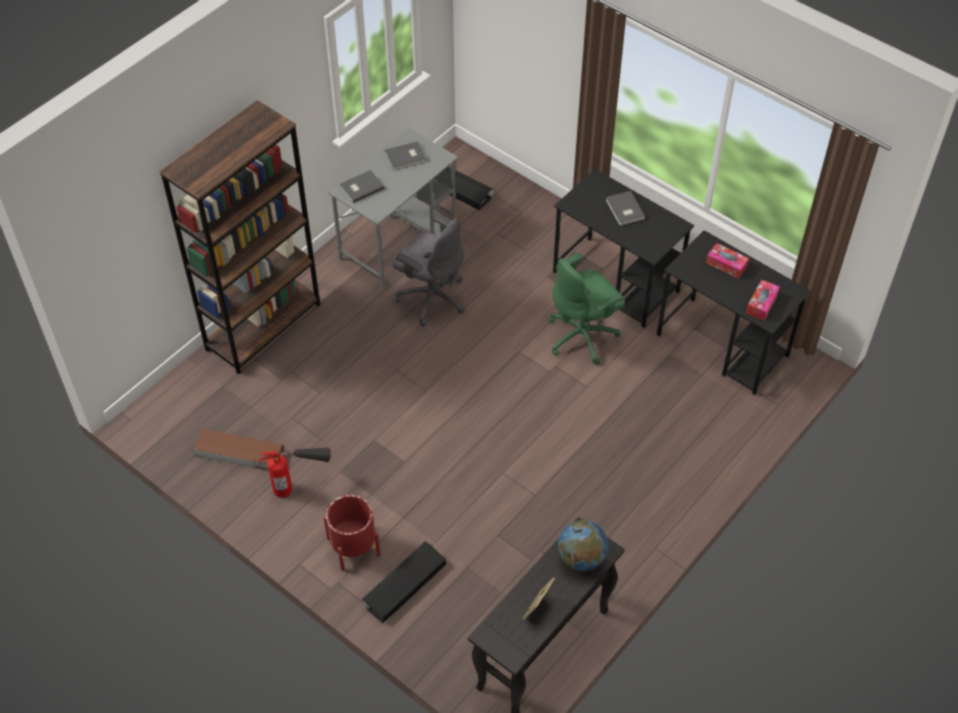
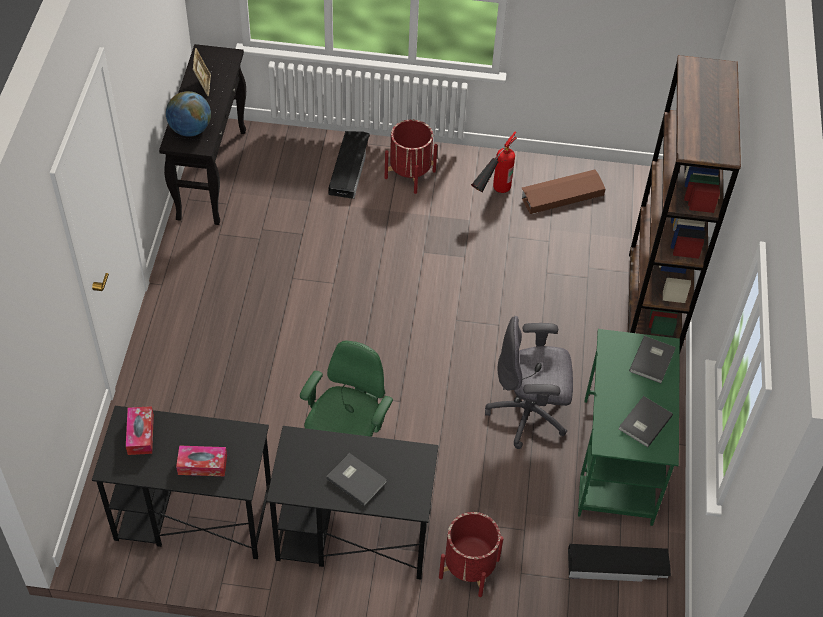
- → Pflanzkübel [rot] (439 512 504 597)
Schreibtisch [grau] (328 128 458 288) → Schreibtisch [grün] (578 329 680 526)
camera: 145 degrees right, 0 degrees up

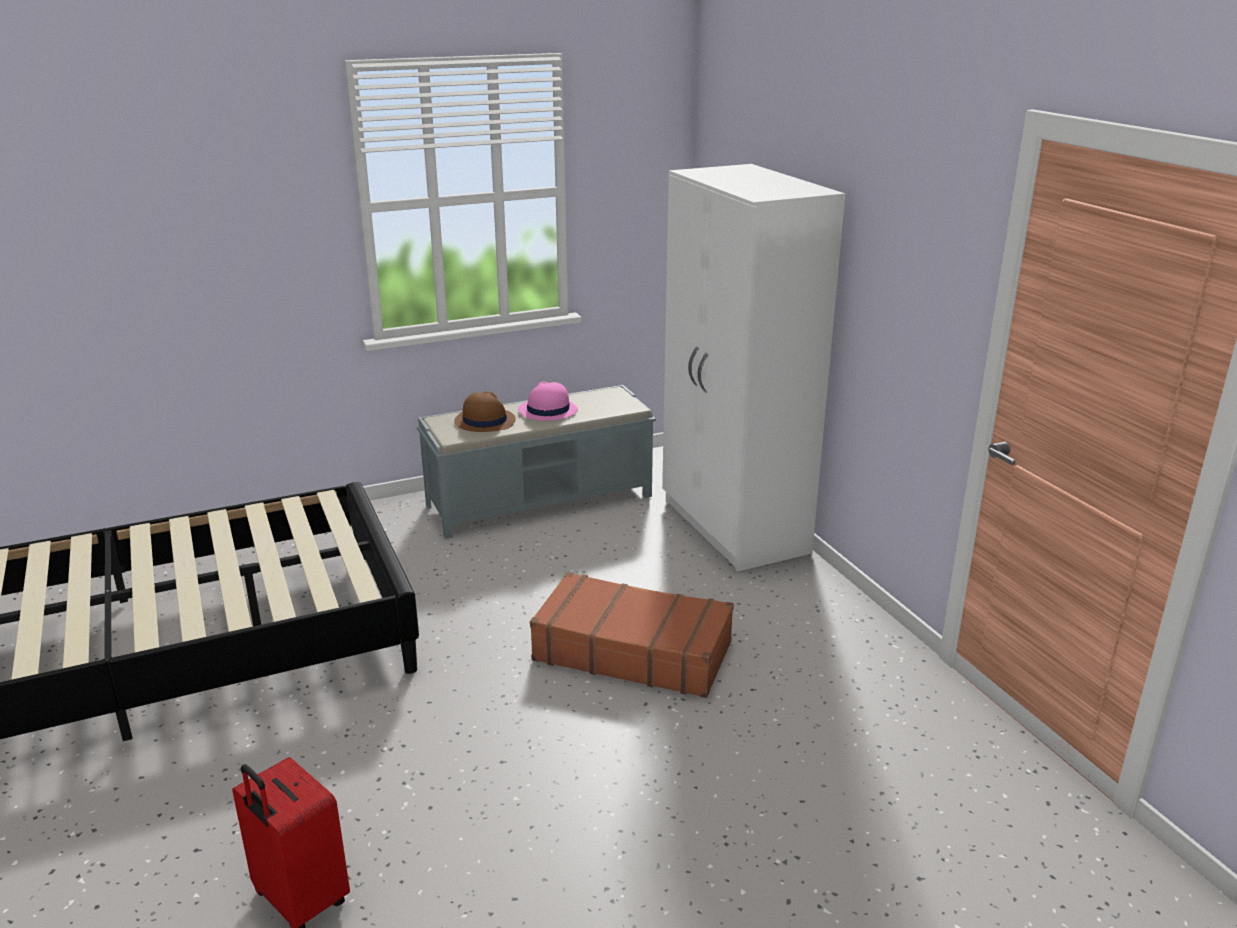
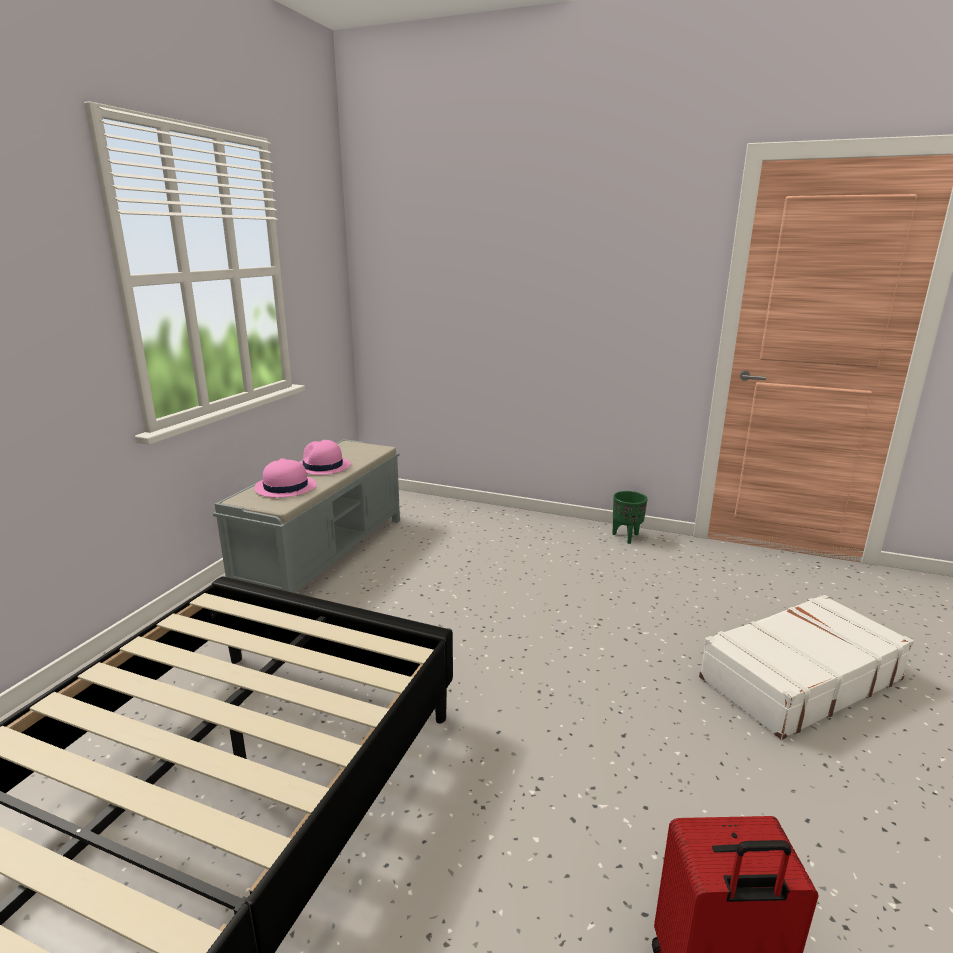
Koffer [braun] (530 572 734 698) → -
Kleiderschrank [weiß] (662 164 845 572) → -
- → Pflanzkübel [grün] (612 491 647 544)
- → Koffer [weiß] (699 594 914 740)
Hut [braun] (454 391 516 432) → Hut [rosa] (254 458 317 498)
camera: 45 degrees left, 5 degrees down

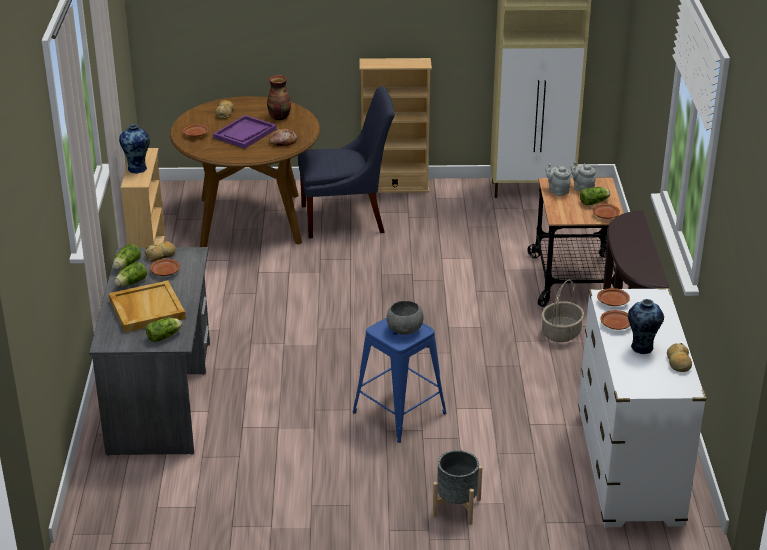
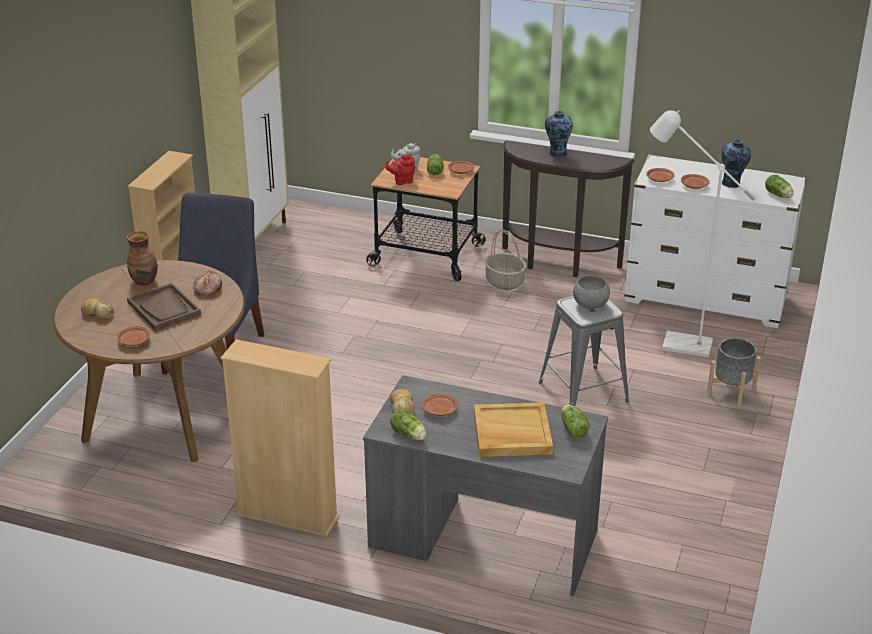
Brot (667 343 692 372) → -
- → Stehlampe [weiß] (650 110 755 358)
Salatkopf (114 262 147 287) → Salatkopf (765 175 794 198), moved
Vase (119 124 150 174) → Vase (545 111 573 158), moved
Tablett [lila] (213 115 276 149) → Tablett [braun] (127 283 201 331)
Hocker [blau] (353 318 447 443) → Hocker [grau] (539 296 629 406)
Teekanne [grau] (545 163 571 196) → Teekanne [rot] (385 154 415 185)
camera: 70 degrees left, 0 degrees up

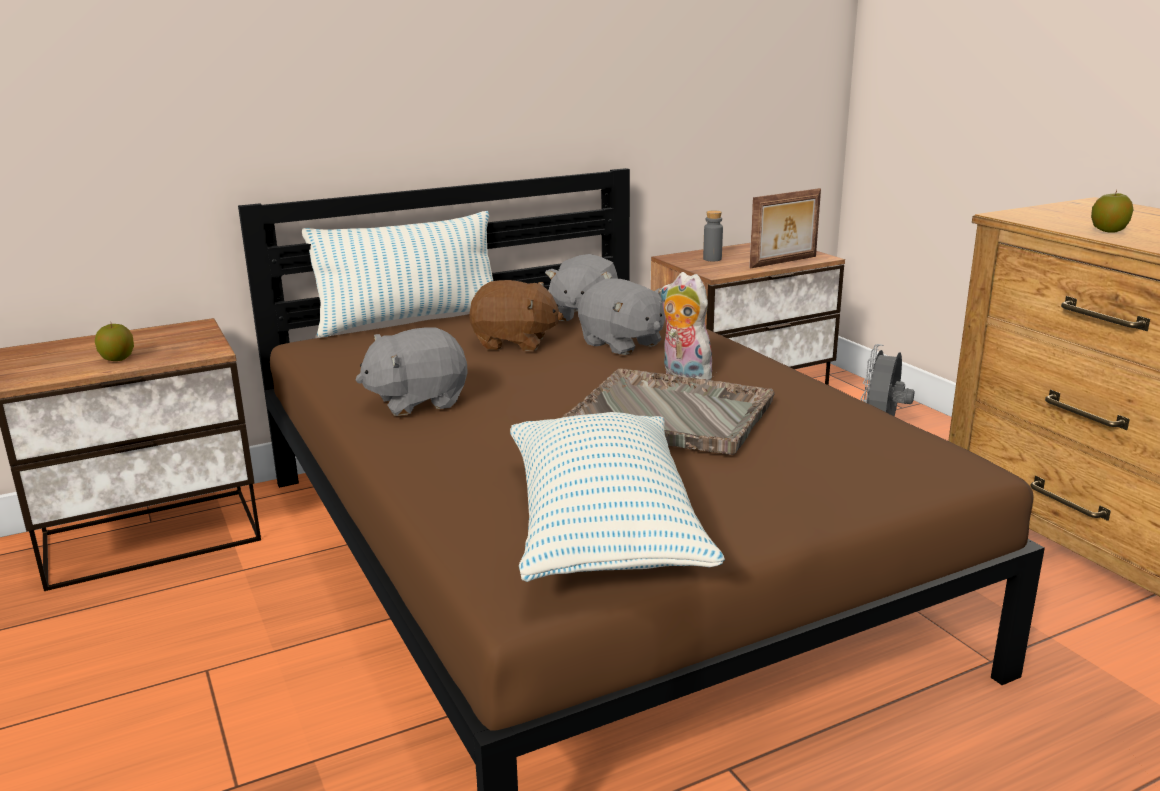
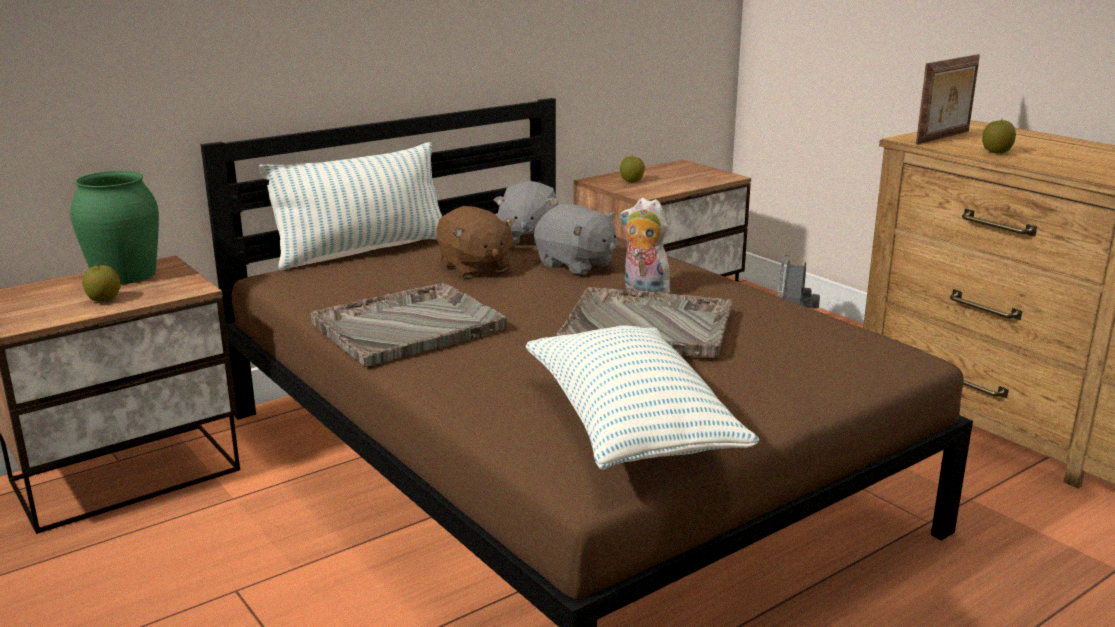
- → Vase [grün] (70 171 159 285)
Bilderrahmen (750 188 821 268) → Bilderrahmen (916 54 980 144), moved
Plüschtier [grau] (355 328 468 416) → Tablett [grau] (310 282 507 367)
Flasche [grau] (703 210 723 261) → Apfel (620 155 645 182)
Plüschtier [braun] (469 280 564 351) → Plüschtier [braun] (436 206 515 278), 60 degrees clockwise
camera: 10 degrees left, 0 degrees up

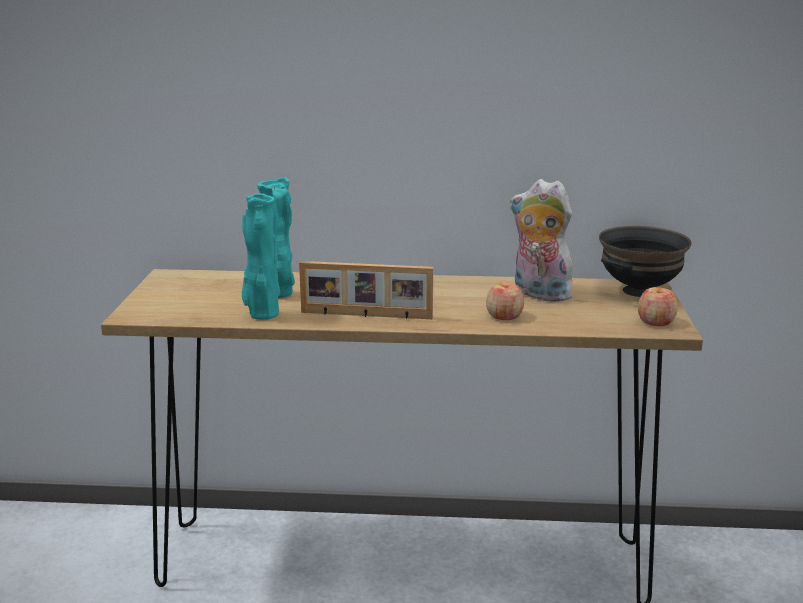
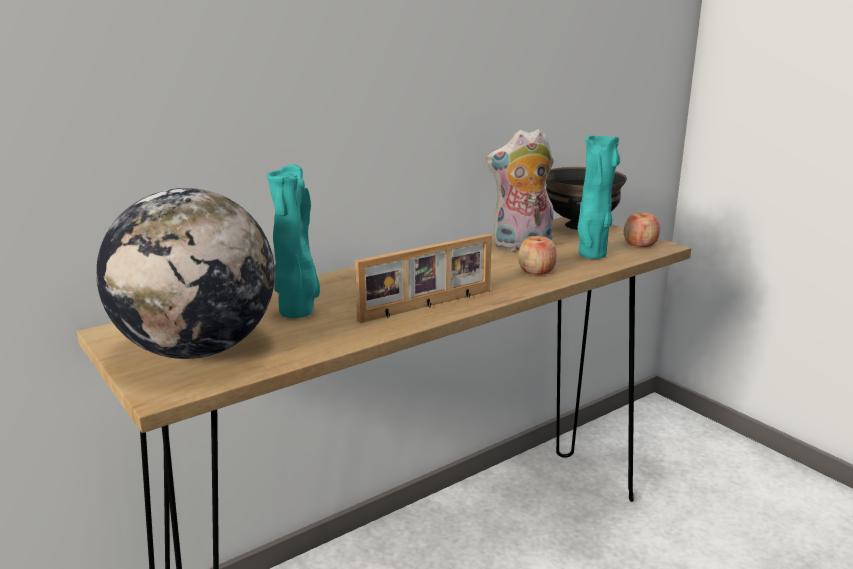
- → Globus (96 188 275 359)
Vase [türkis] (242 193 281 320) → Vase [türkis] (578 135 620 259), moved
camera: 40 degrees left, 0 degrees up

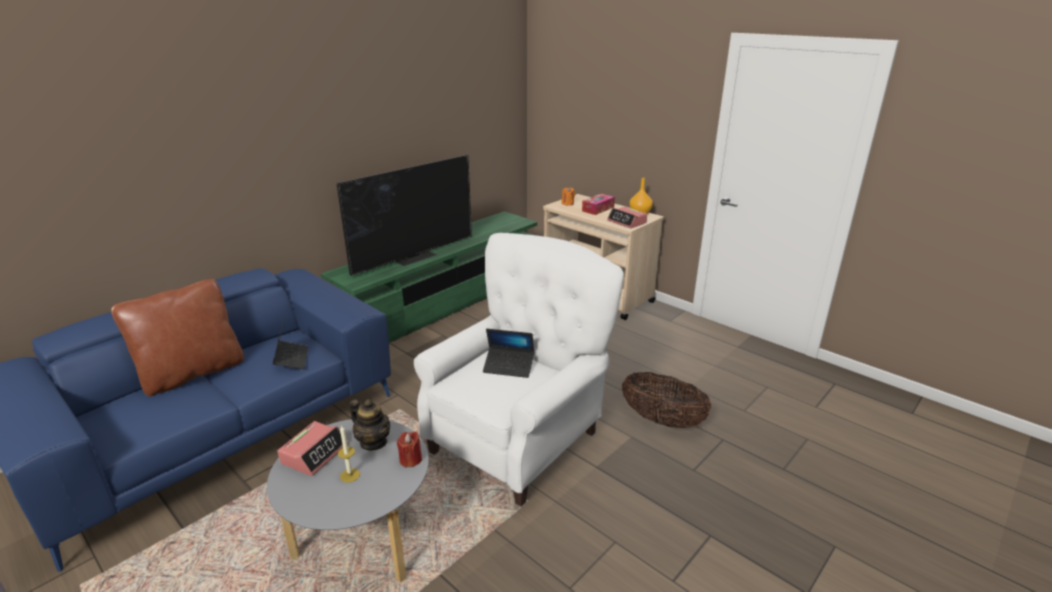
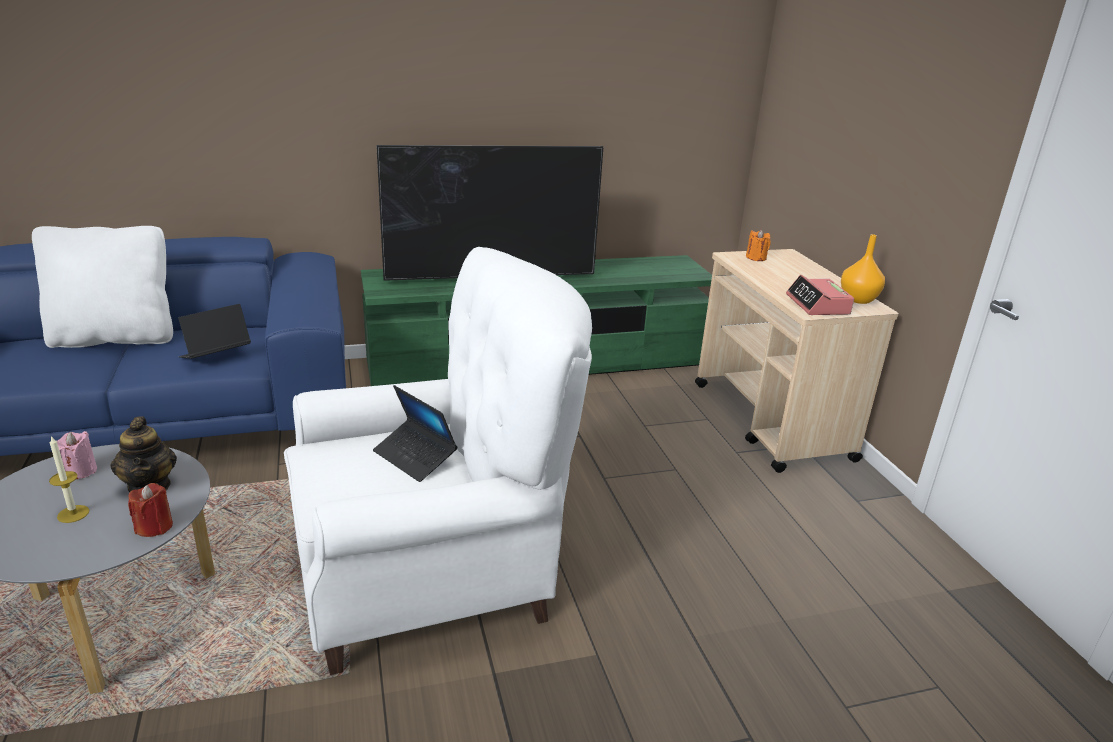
Taschentuchbox (582 194 615 215) → -
Korb (622 372 712 428) → -
Wecker (277 421 348 476) → Kerze [rosa] (57 431 97 479)
Kissen [braun] (111 279 244 397) → Kissen [weiß] (32 226 173 348)
Laptop (272 317 308 369) → Laptop (178 304 251 359), 150 degrees counterclockwise
camera: 30 degrees right, 0 degrees up

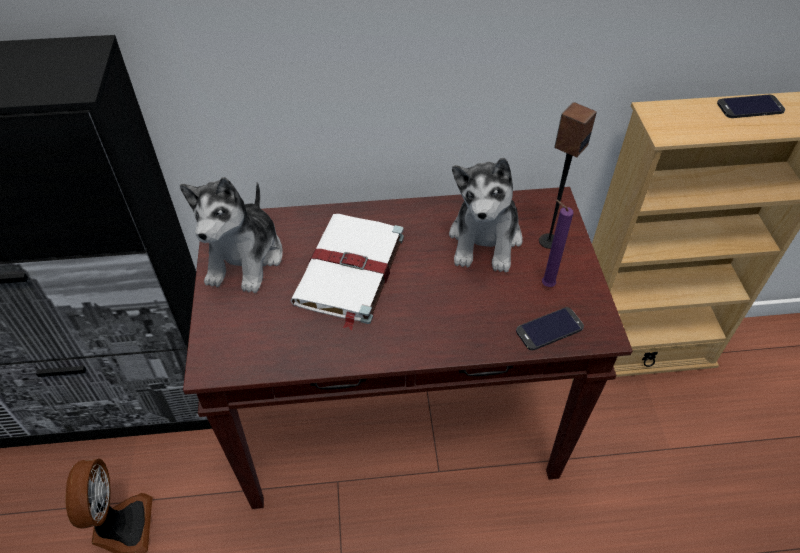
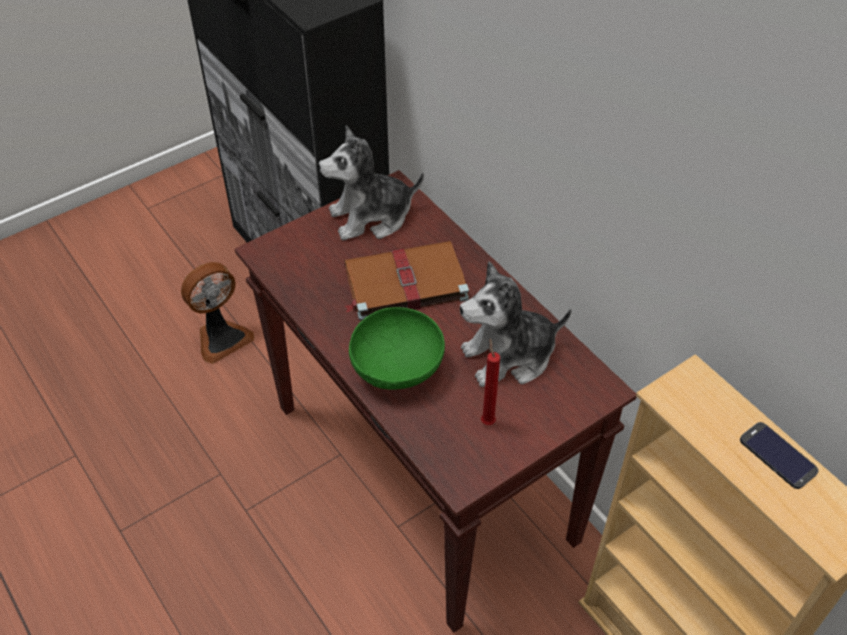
Handy (516 307 584 351) → -
Lautsprecher (539 102 597 249) → -
- → Schüssel [grün] (349 307 445 390)
Buch [weiß] (290 214 404 330) → Buch [braun] (344 241 469 320)
Kerze [lila] (542 199 573 287) → Kerze [rot] (481 339 500 425)
camera: 60 degrees right, 0 degrees up

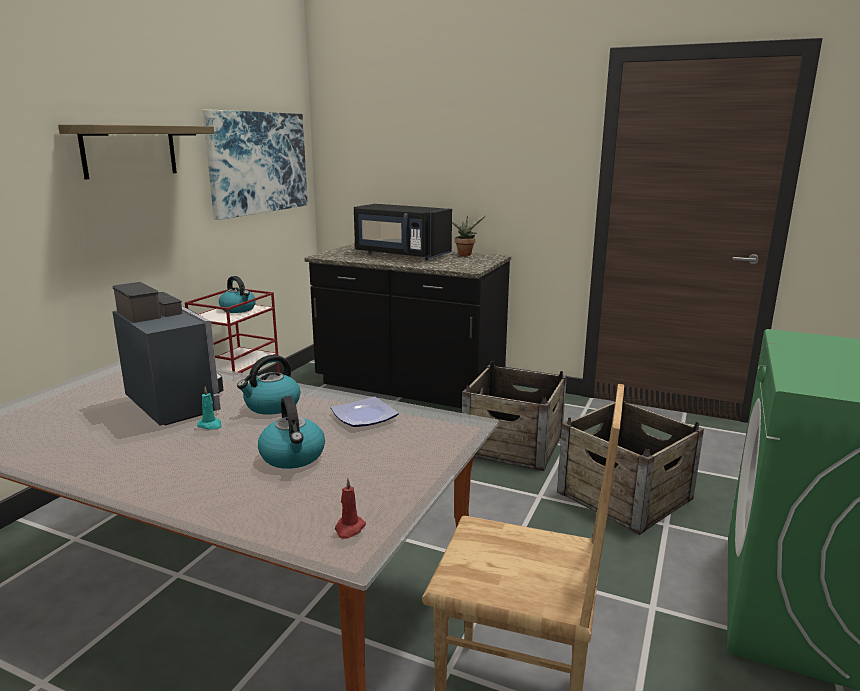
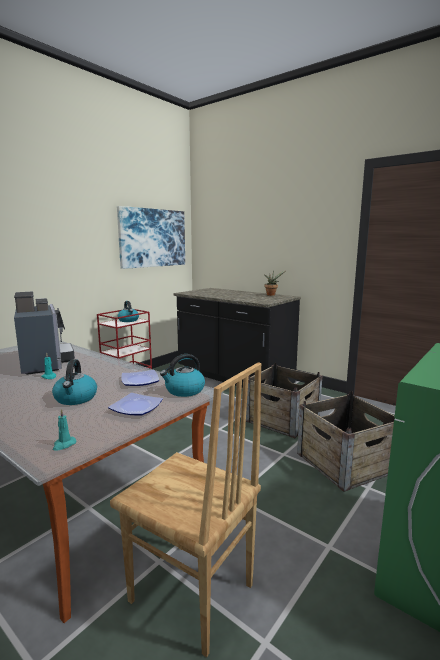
Wandregal (58 125 214 179) → -
Mikrowelle [schwarz] (354 204 452 260) → -
- → Teller (108 393 163 416)
Wasserkessel (237 355 300 415) → Wasserkessel (160 354 205 397), moved
Kerze [rot] (335 478 366 539) → Kerze [türkis] (53 409 76 451)
camera: 15 degrees right, 5 degrees down

